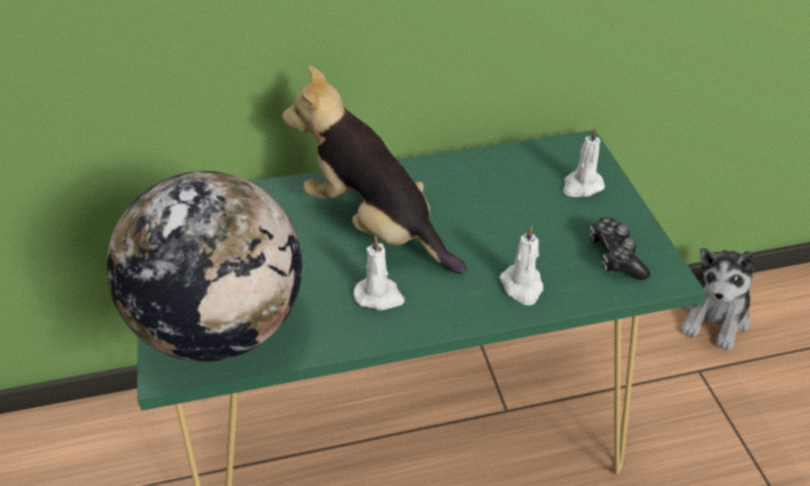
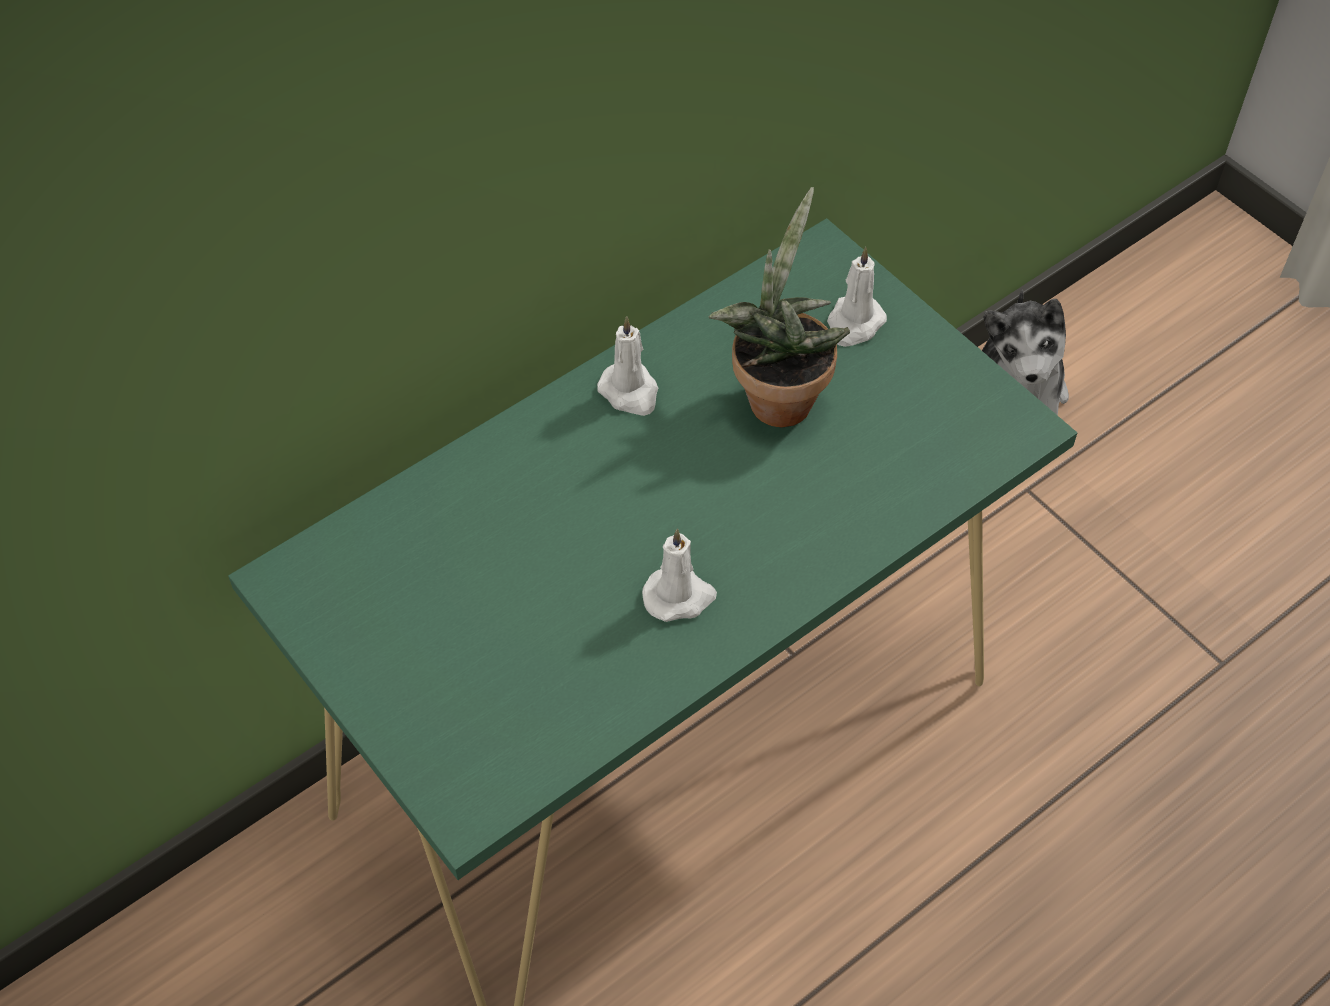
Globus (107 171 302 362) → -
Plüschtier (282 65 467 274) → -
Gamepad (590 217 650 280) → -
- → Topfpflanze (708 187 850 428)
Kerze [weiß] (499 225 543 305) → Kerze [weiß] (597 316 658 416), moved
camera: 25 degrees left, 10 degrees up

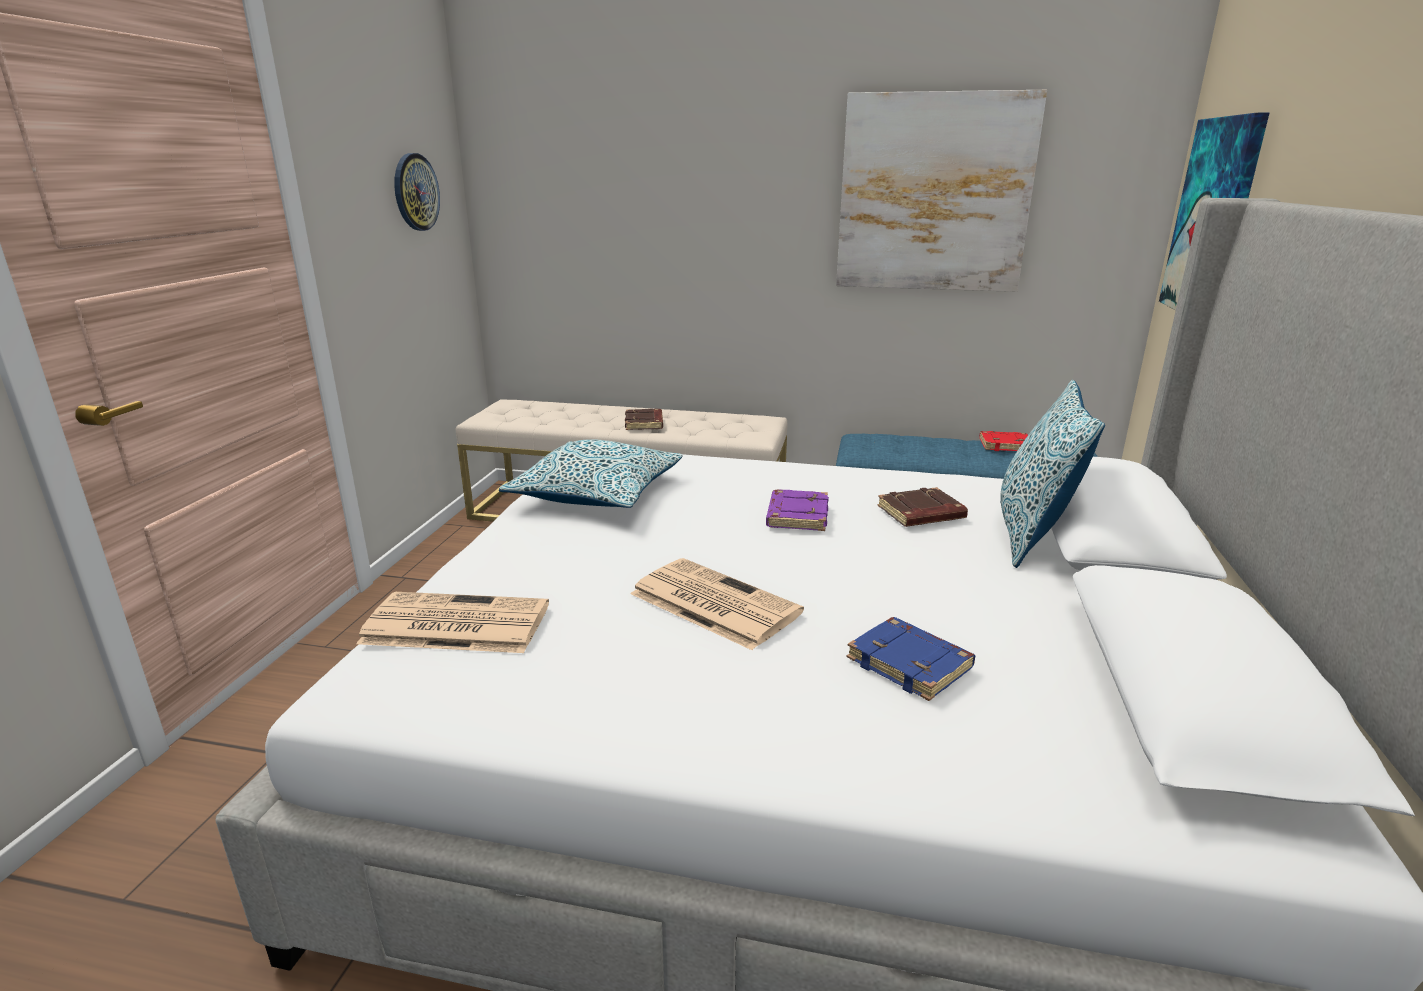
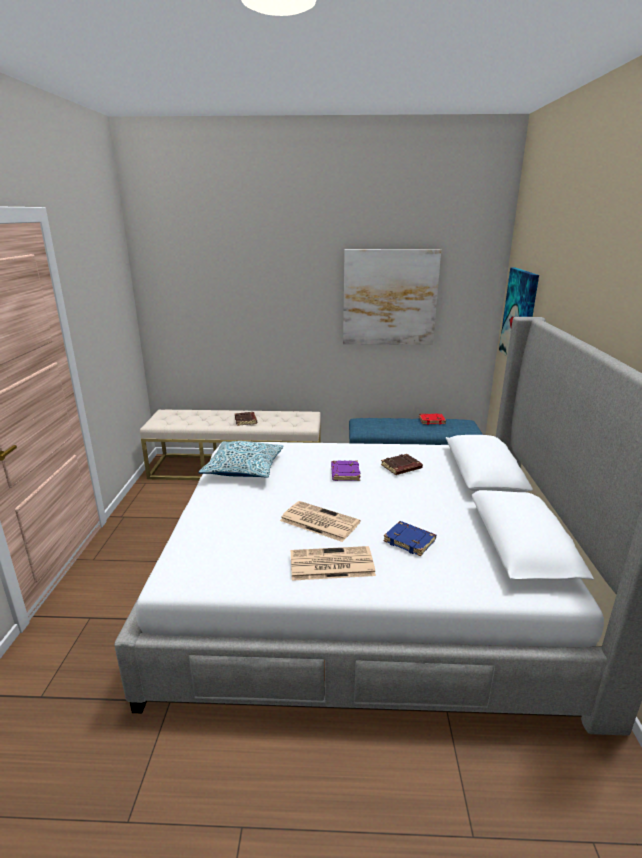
Wanduhr (394 153 440 231) → -
Kissen (1000 380 1105 568) → -
Zeitung (356 592 549 653) → Zeitung (291 546 376 581), moved
camera: 10 degrees left, 0 degrees up

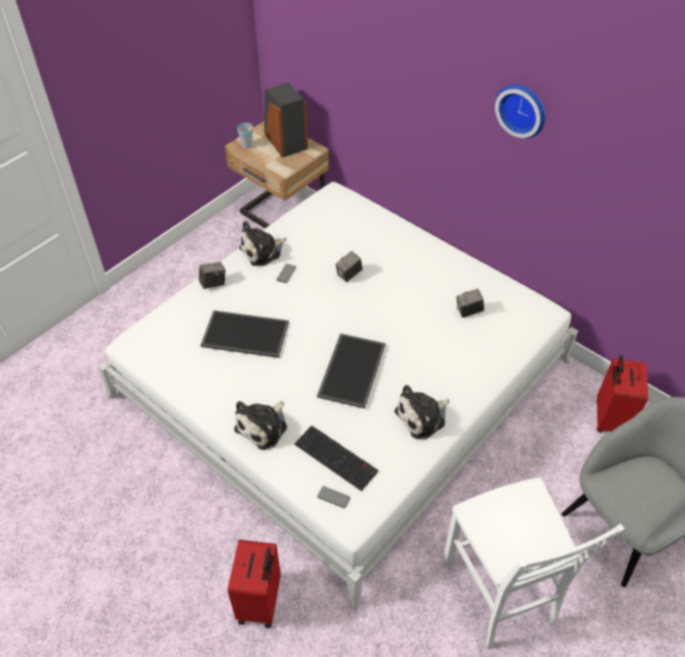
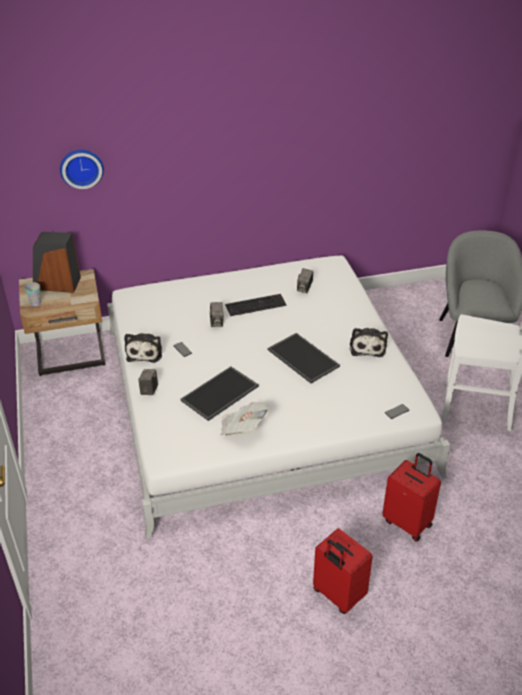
Plüschtier (234 401 287 450) → -
- → Zeitung (221 402 269 436)
Tastatur (294 425 378 491) → Tastatur (225 294 286 316), moved
Wanduhr (495 84 545 138) → Wanduhr (60 150 104 189), moved
Koffer [rot] (597 355 648 432) → Koffer [rot] (313 528 373 614), moved
camera: 55 degrees left, 10 degrees down

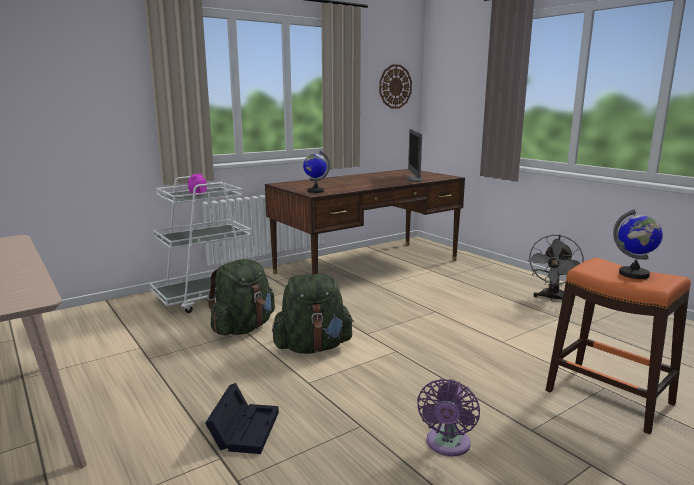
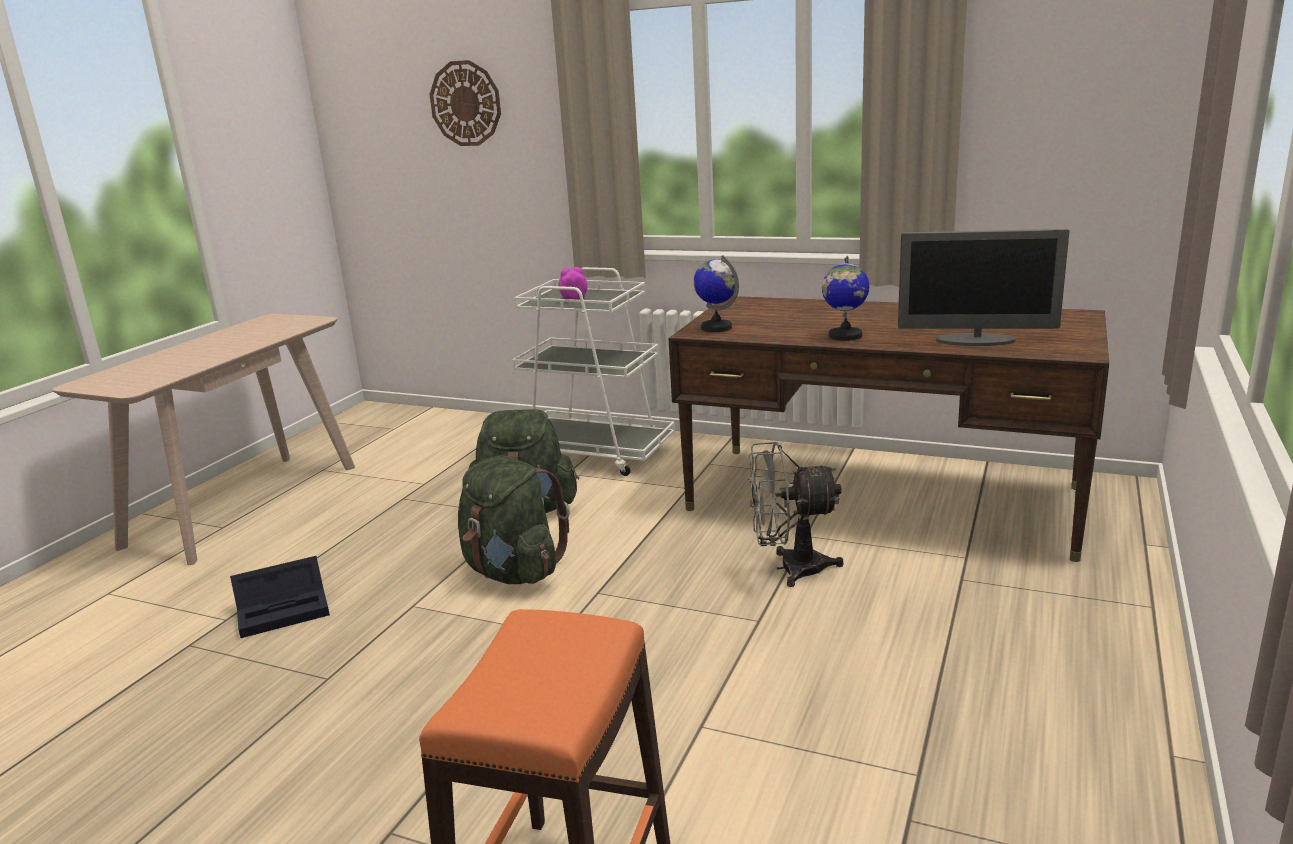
Ventilator [lila] (417 379 480 456) → -
Wanduhr (379 64 412 109) → Wanduhr (429 60 501 146), moved
Ventilator [grau] (527 235 584 300) → Ventilator [grau] (748 442 844 587), moved
Globus (613 209 663 279) → Globus (822 256 869 341), moved
Monitor (406 129 422 182) → Monitor (898 229 1069 346), 135 degrees counterclockwise
camera: 60 degrees right, 5 degrees up

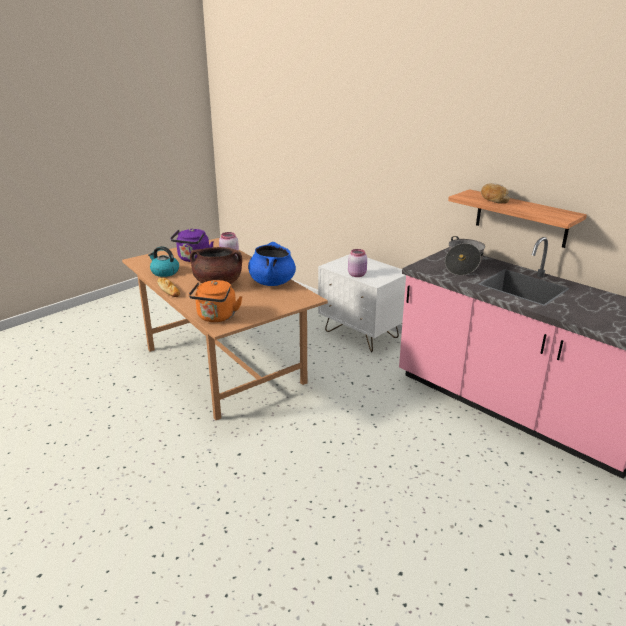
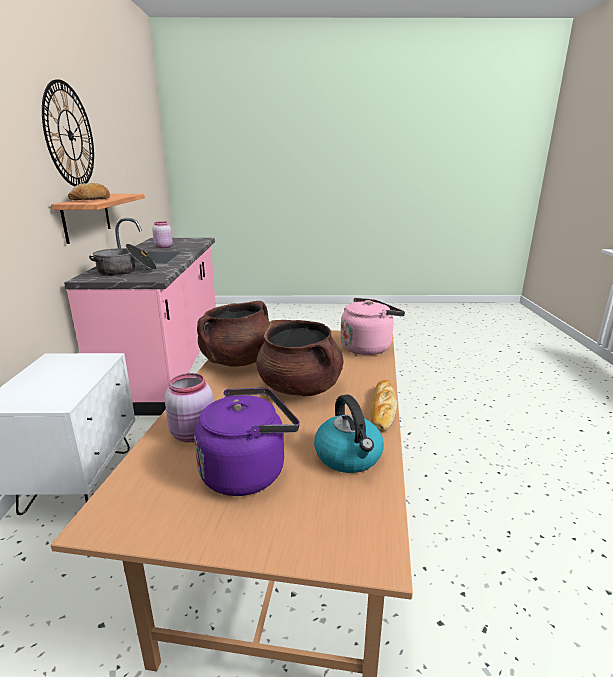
- → Wanduhr (42 79 94 186)
Vorratsglas [rosa] (348 249 367 277) → Vorratsglas [rosa] (152 221 173 248), moved
Wasserkessel [orange] (189 280 242 322) → Wasserkessel [rosa] (340 298 405 355)
Kochtopf [blau] (248 242 296 286) → Kochtopf [braun] (197 301 270 367)
camera: 135 degrees left, 5 degrees down

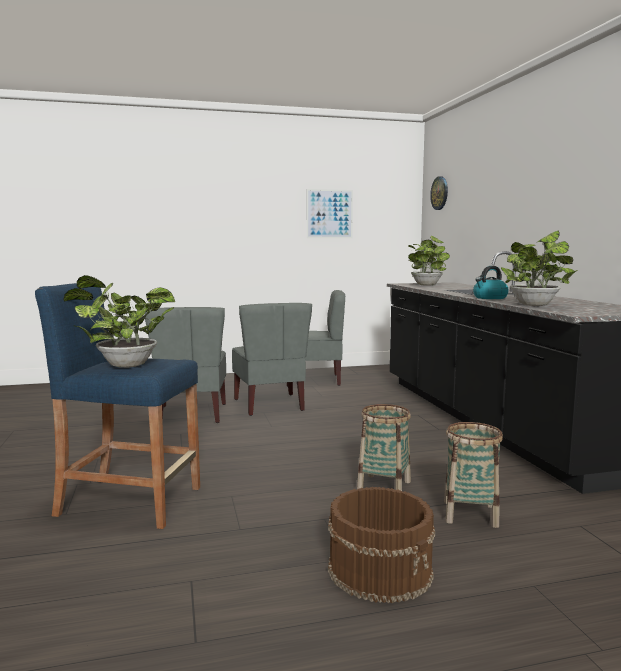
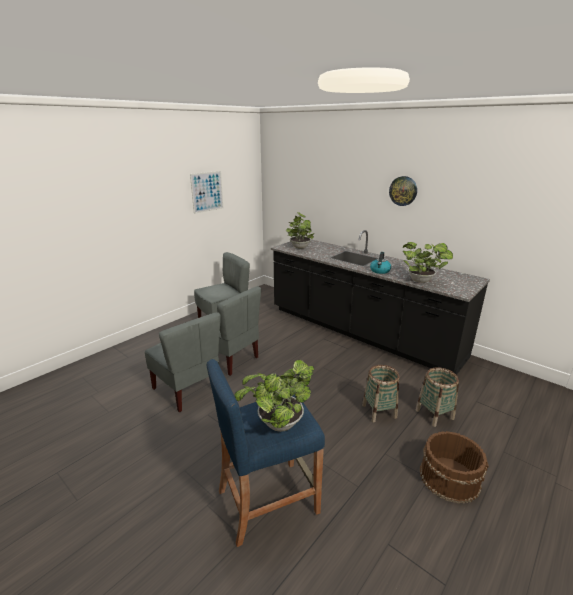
Wanduhr (430 176 448 210) → Wanduhr (389 176 417 206), moved
camera: 35 degrees left, 15 degrees up

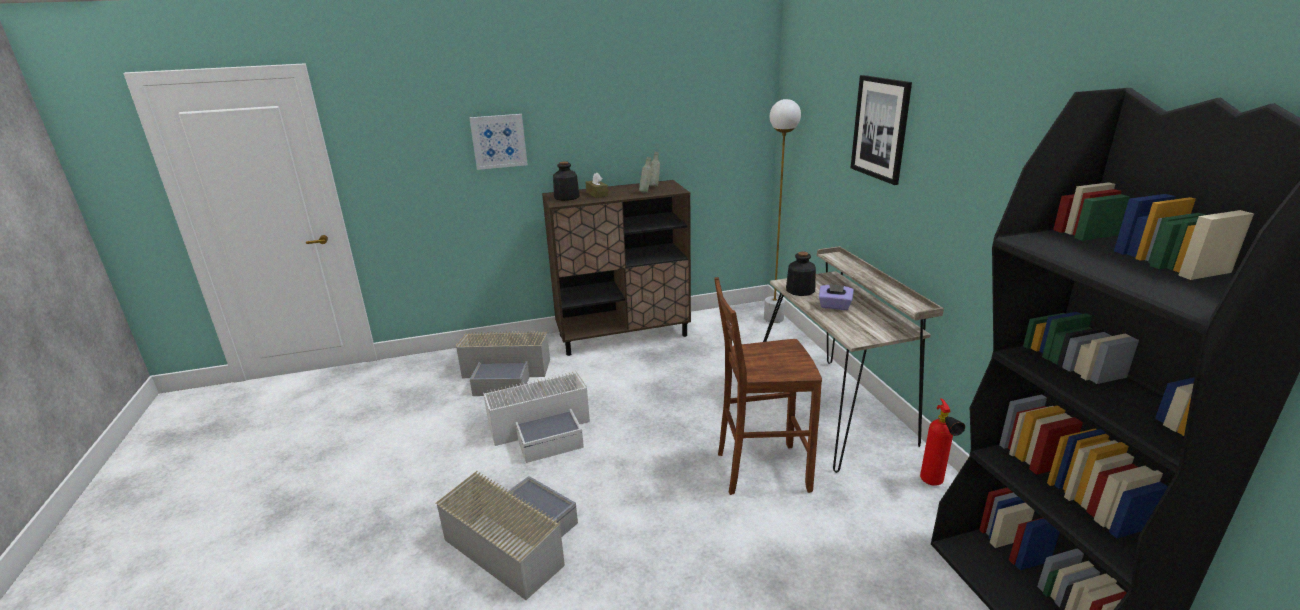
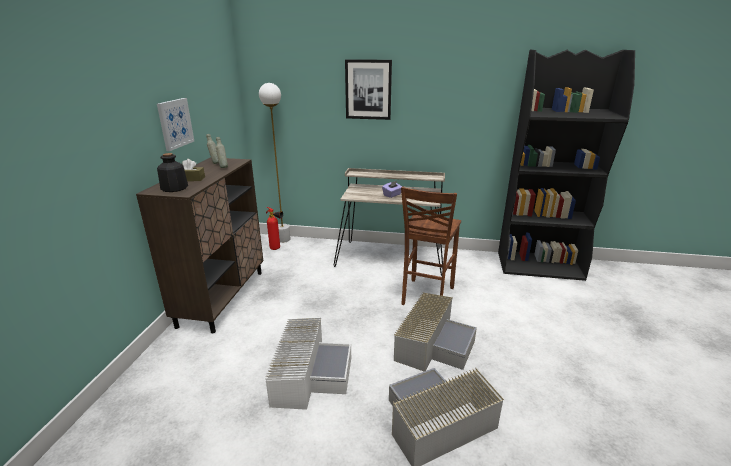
Flasche (786 252 816 296) → -
Aufbewahrungsbox [grau] (456 331 550 396) → Aufbewahrungsbox [grau] (394 293 477 372), moved
Bild (469 114 528 170) → Bild (157 98 194 151), moved
Feuerlöscher (920 398 965 486) → Feuerlöscher (266 207 283 250), moved
camera: 65 degrees left, 0 degrees up

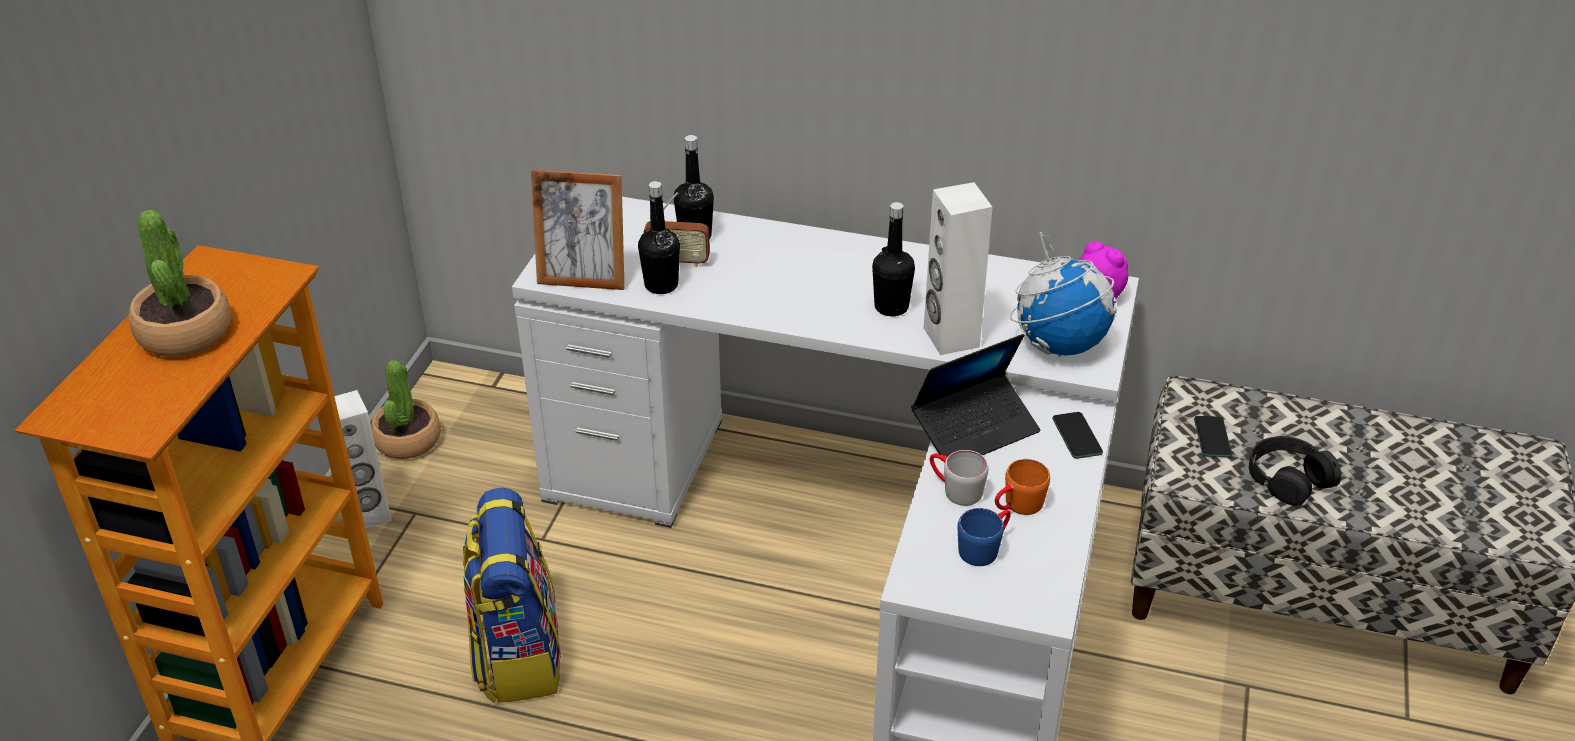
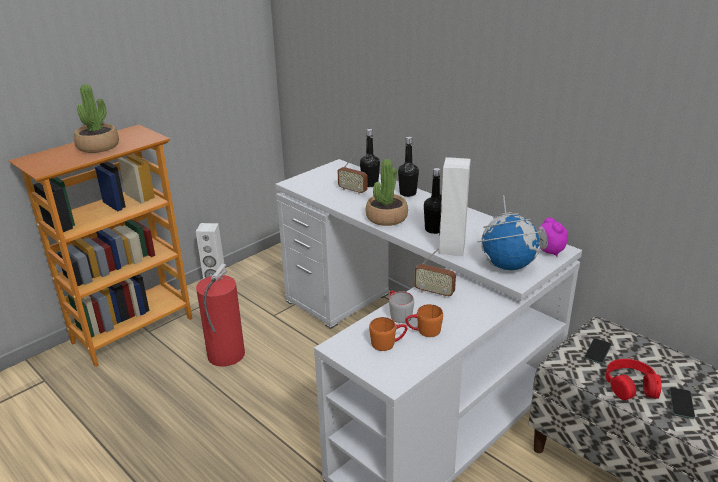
Bilderrahmen (531 169 625 290) → -
Topfpflanze (371 360 441 459) → Topfpflanze (366 159 408 226), moved
Flasche [schwarz] (638 181 680 294) → Flasche [schwarz] (398 137 419 197), moved
Handy (1052 412 1103 459) → Handy (669 387 695 419), moved
Rucksack (463 488 561 703) → Feuerlöscher (196 264 245 367)
Laptop (911 334 1040 457) → Radio (414 248 456 298)
Henkelbecher [blau] (958 508 1011 566) → Henkelbecher [orange] (369 317 407 351)
Kopfhörer [schwarz] (1249 436 1341 506) → Kopfhörer [rot] (605 359 661 400)
camera: 30 degrees right, 10 degrees down

